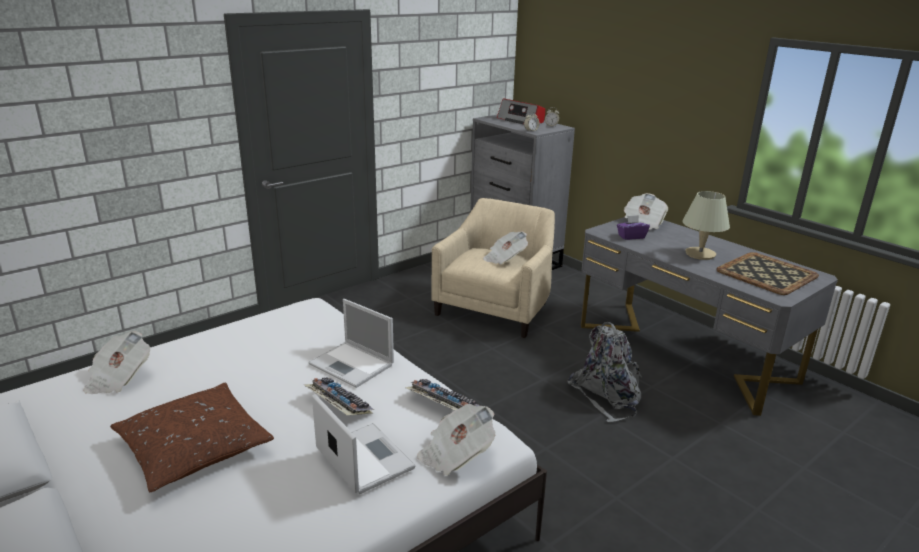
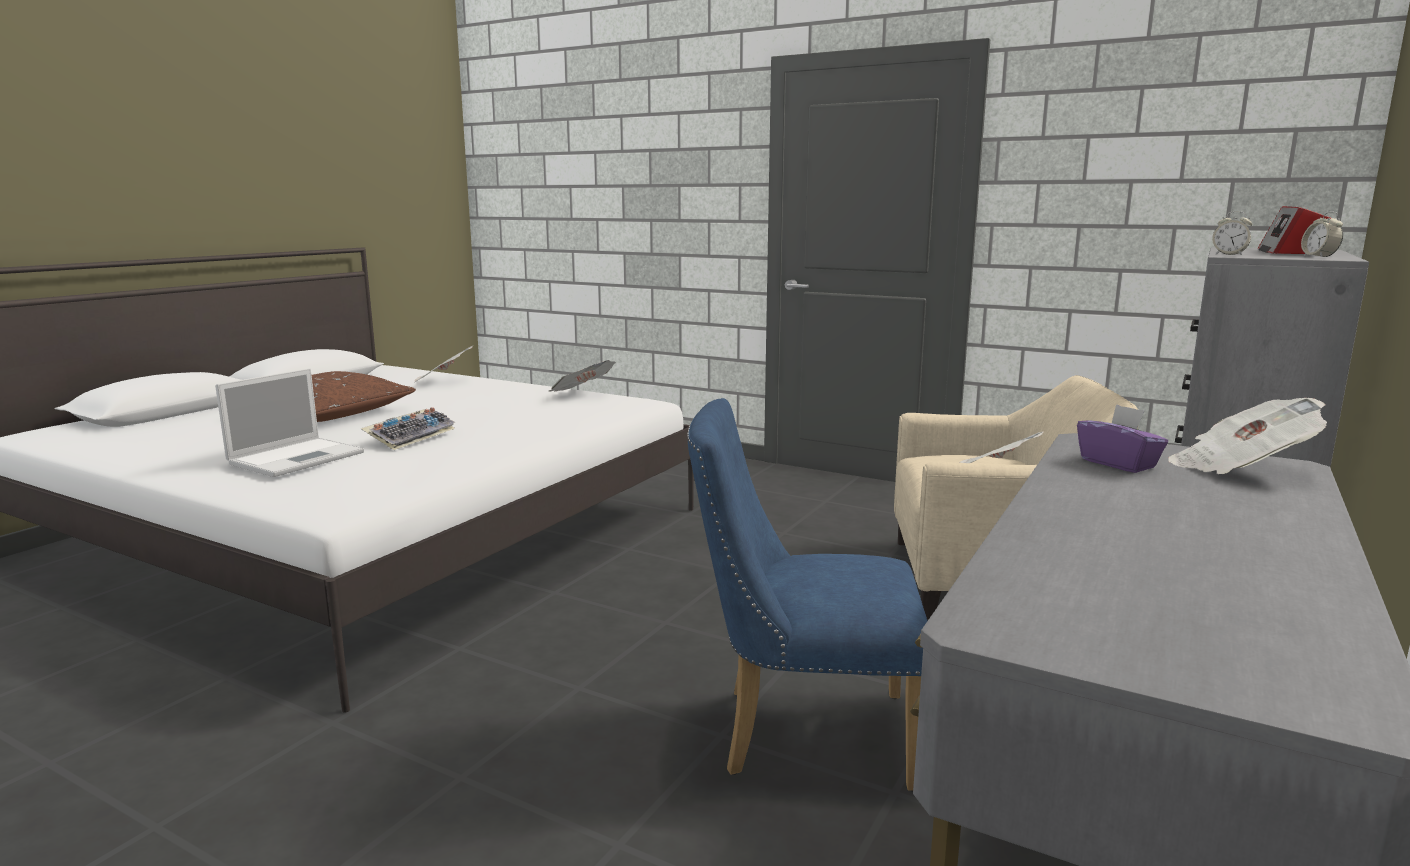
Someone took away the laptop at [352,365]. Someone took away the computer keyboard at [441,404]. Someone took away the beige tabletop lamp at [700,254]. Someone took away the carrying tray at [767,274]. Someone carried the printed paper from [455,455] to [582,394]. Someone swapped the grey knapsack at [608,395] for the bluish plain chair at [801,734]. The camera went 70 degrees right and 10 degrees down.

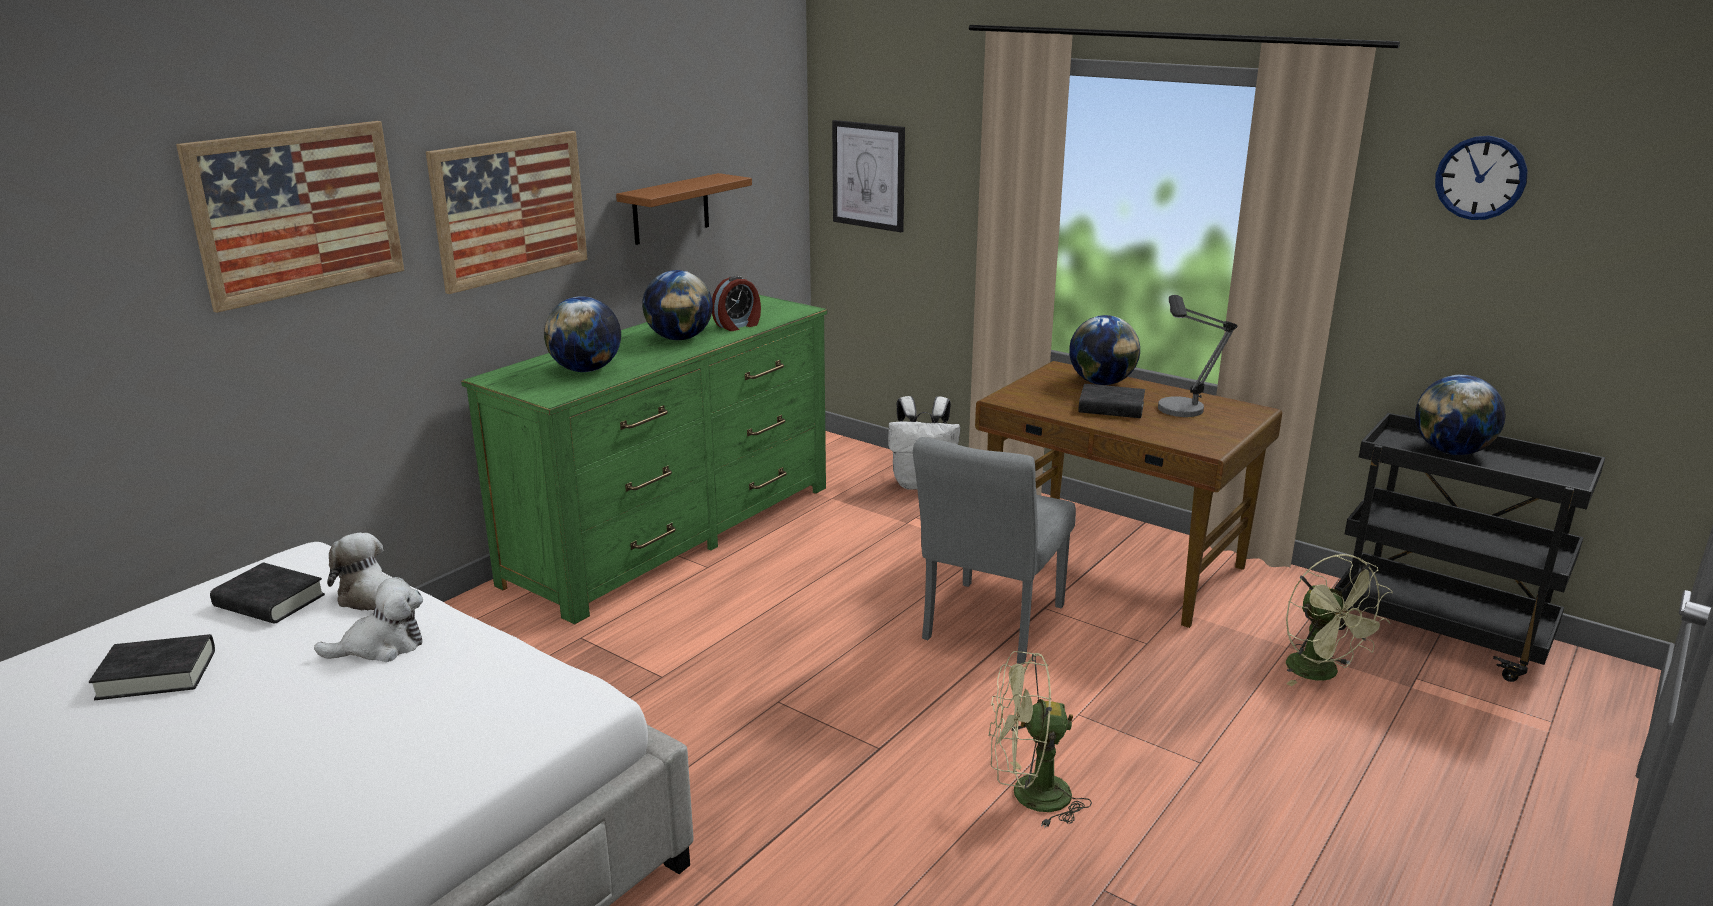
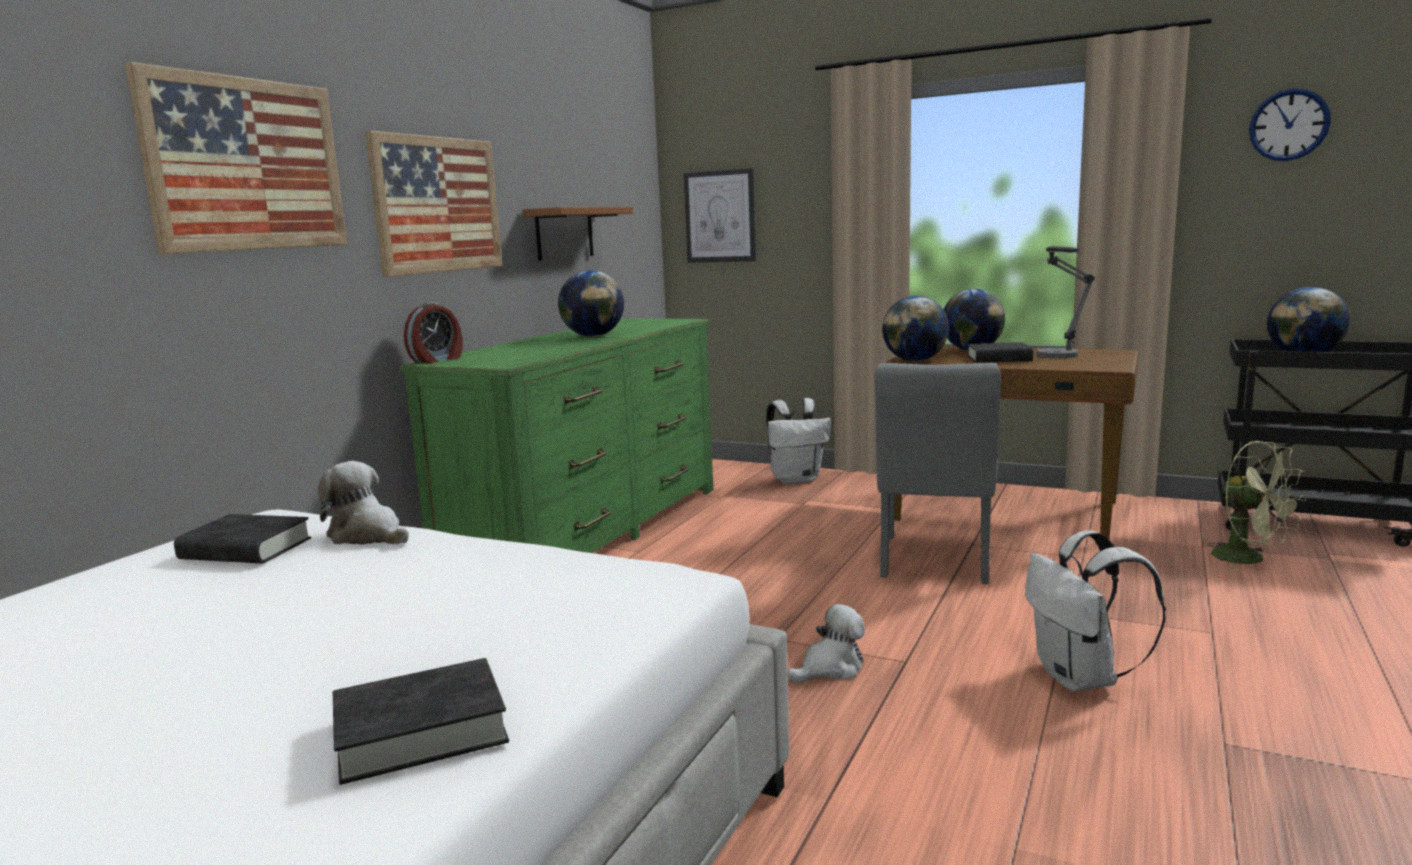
Someone carried the black book from [157,674] to [420,731]. Someone carried the soft toy from [381,646] to [830,668]. Someone carried the desk globe from [586,370] to [915,361]. Someone carried the table clock from [738,326] to [437,360]. Someone swapped the green-coloured cooling fan at [1028,796] for the white-coloured knapsack at [1081,679]. The camera went 10 degrees left and 10 degrees down.

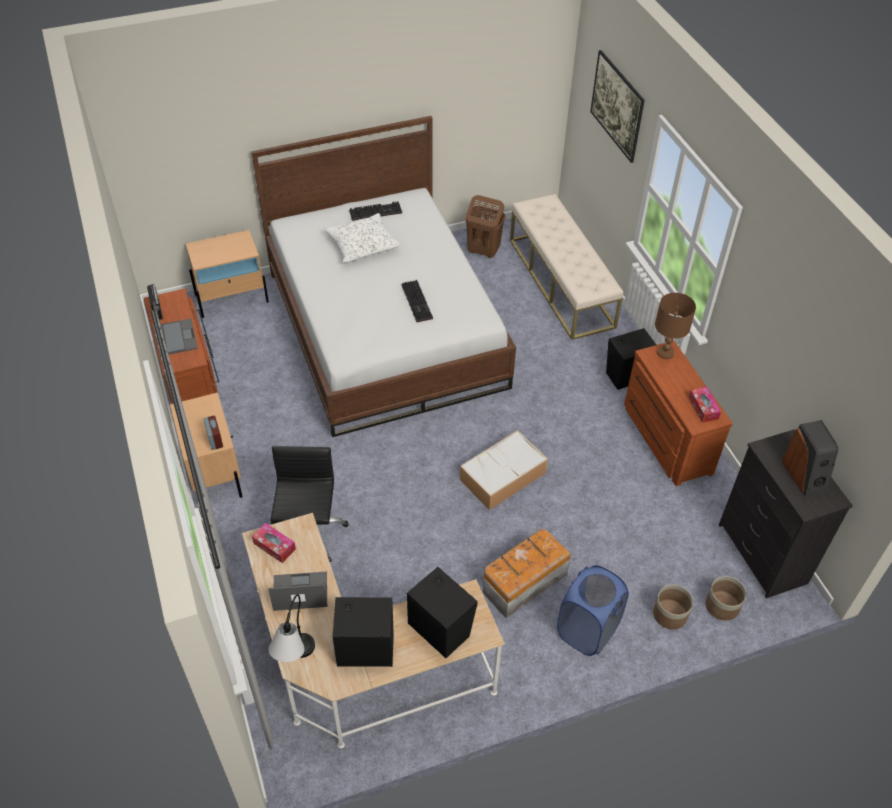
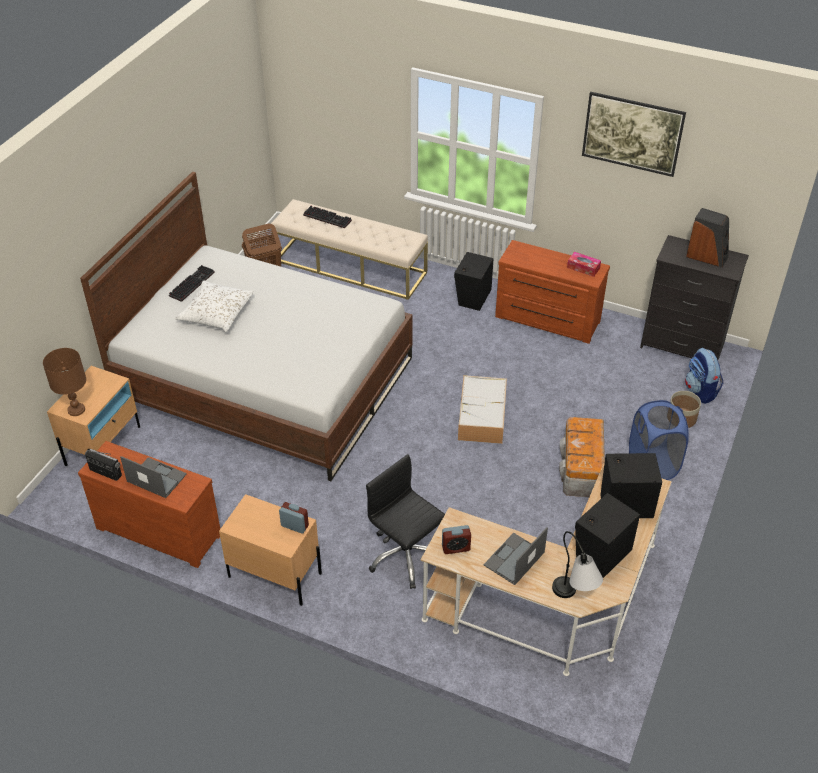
Someone carried the computer keyboard from [418,302] to [328,218]. Someone carried the wall art from [614,121] to [630,149]. Someone carried the brown-coloured tabletop lamp from [665,353] to [76,410]. Someone swapped the box of tissues at [274,546] for the table clock at [456,548]. Someone swapped the plant pot at [722,606] for the knapsack at [700,391]. The camera went 45 degrees left and 5 degrees down.

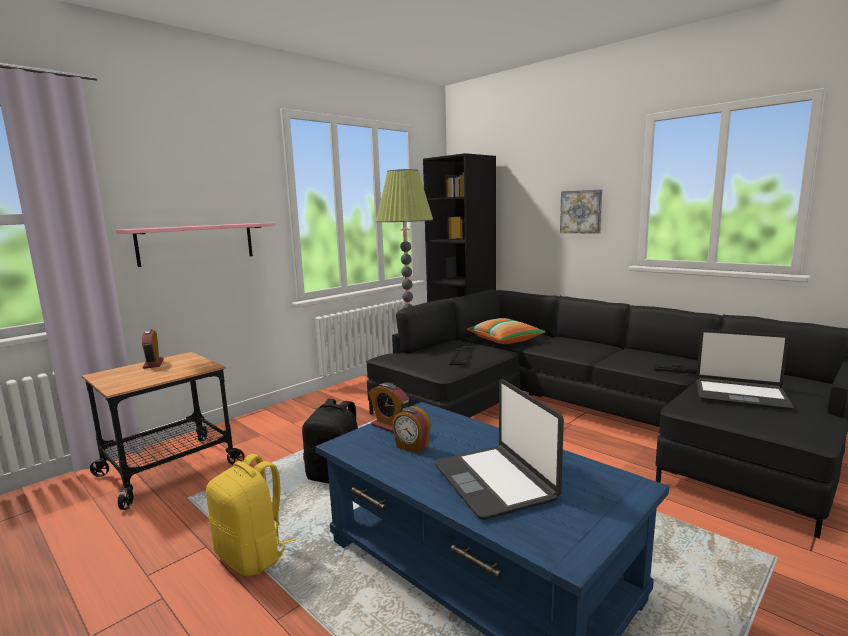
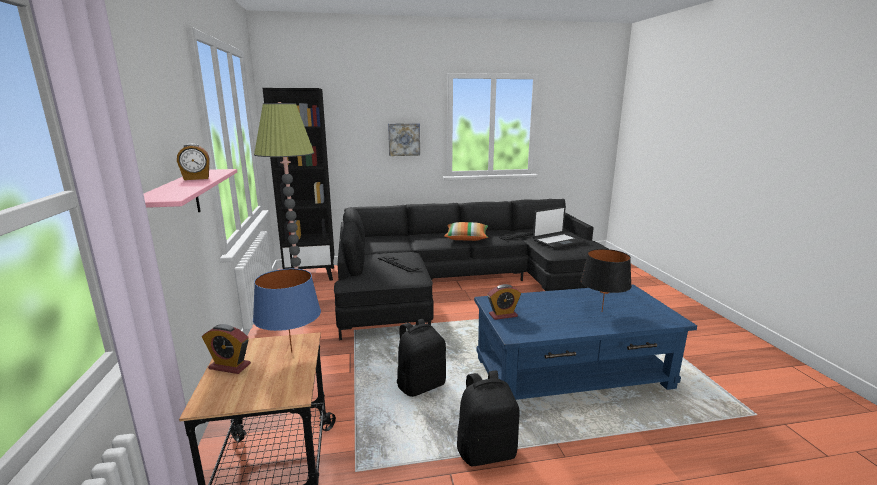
Someone put down the bluish tabletop lamp at [291,352]. Someone carried the table clock from [412,447] to [196,178]. Someone carried the cushion from [505,340] to [466,238]. Someone swapped the laptop at [495,481] for the black tabletop lamp at [602,311]. Someone repainted the yellow knapsack at [252,556], which became the black knapsack at [486,451]. The camera went 55 degrees left and 5 degrees up.

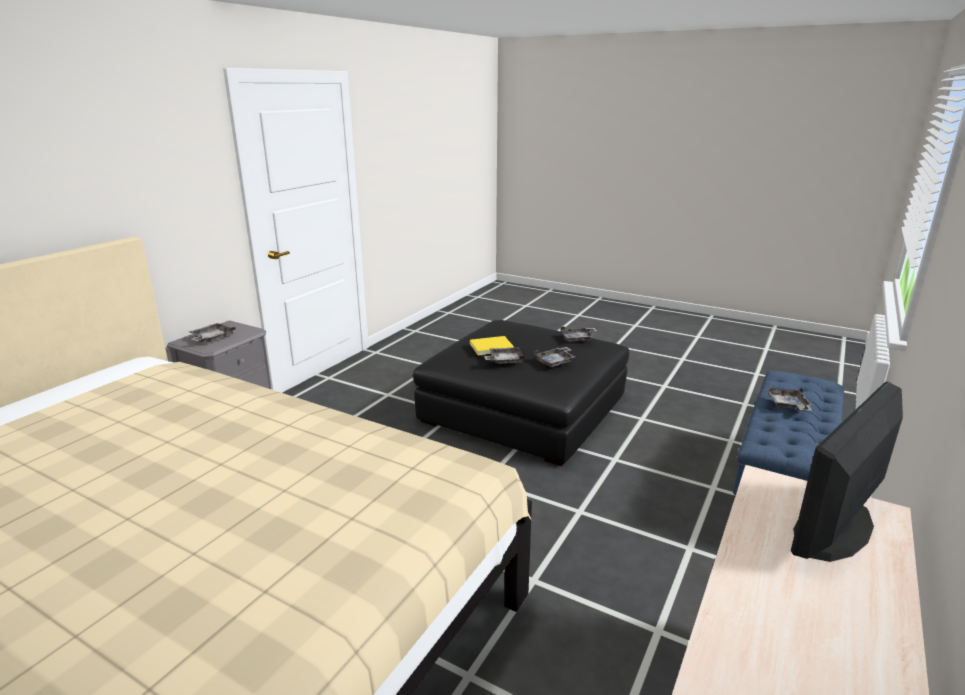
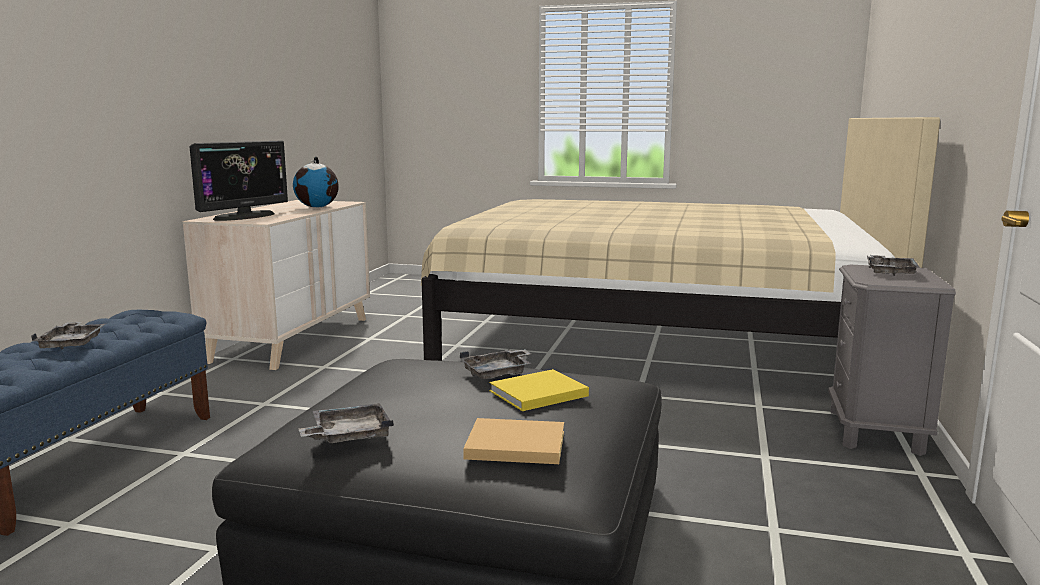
Someone took away the grey carrying tray at [555,362]. Someone put down the desk globe at [317,207]. Someone put down the beige book at [512,445]. The camera went 165 degrees right and 10 degrees down.

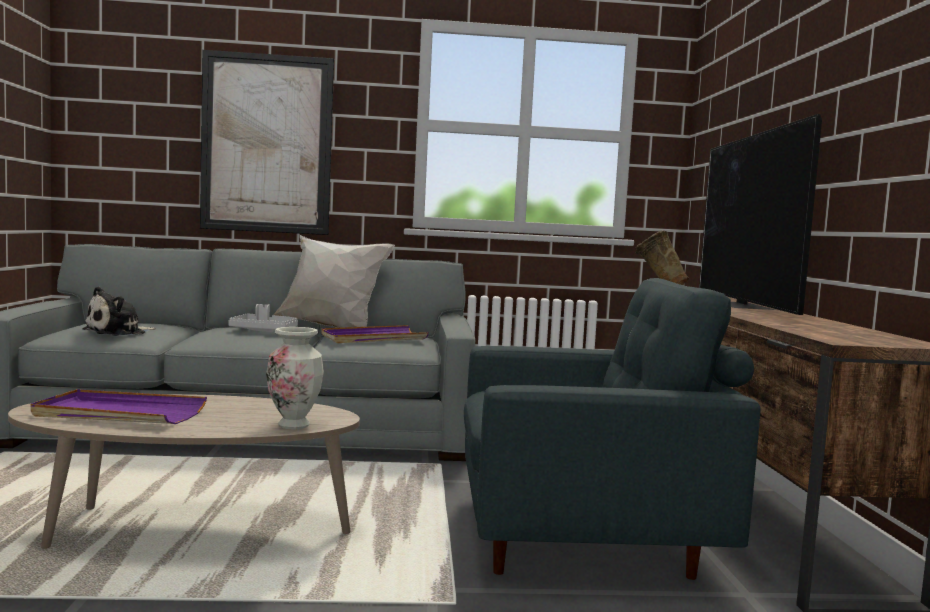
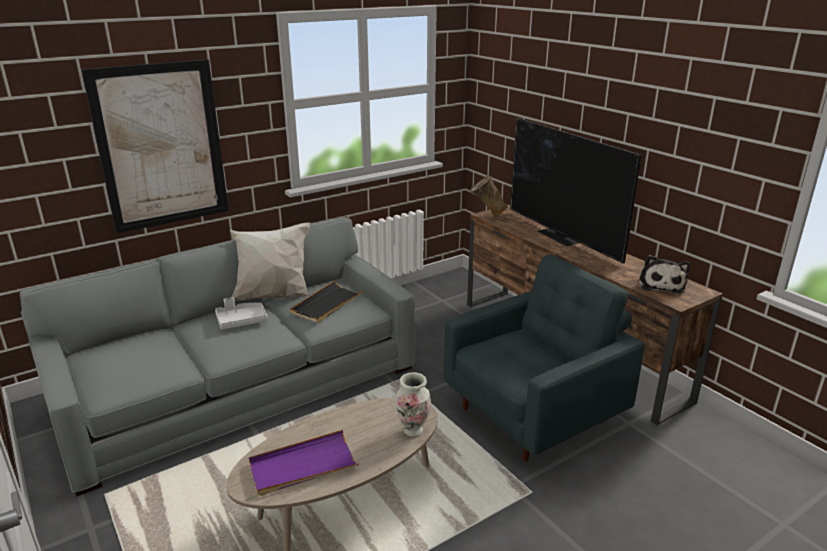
Someone carried the soft toy from [118,332] to [661,284]. Someone repainted the purplish carrying tray at [373,338], which became the black carrying tray at [327,304]. The camera went 30 degrees left and 20 degrees up.

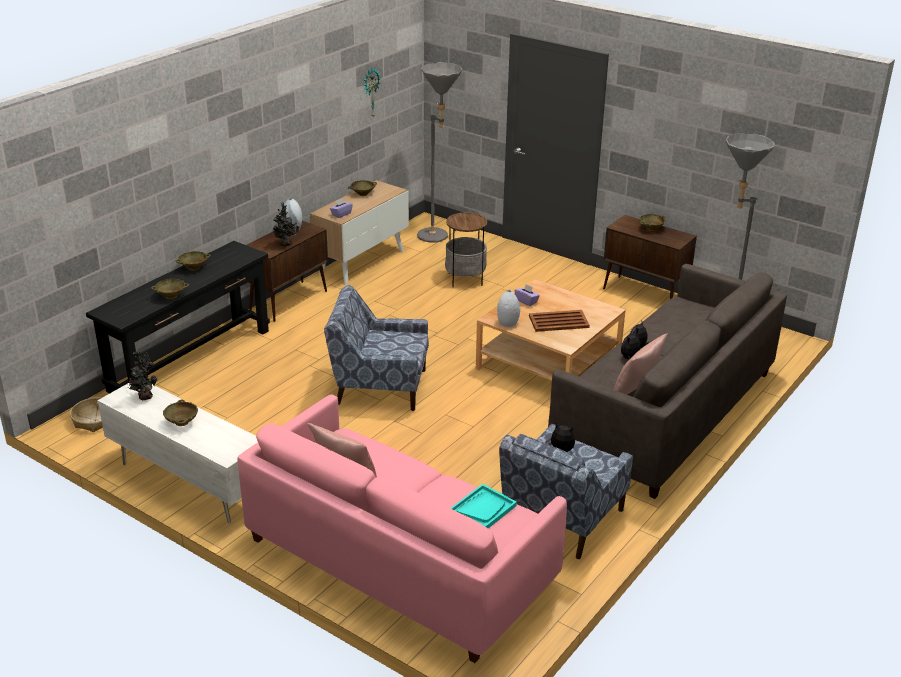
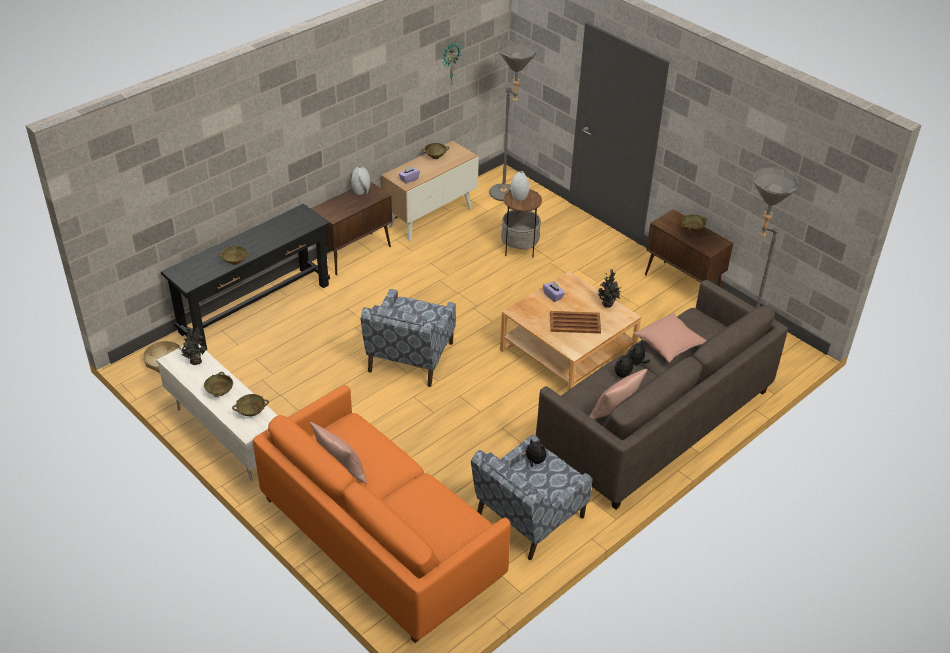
Someone took away the turquoise carrying tray at [482,510]. Someone put down the pinkish cushion at [669,344]. Someone carried the beige deep dish from [194,267] to [251,412]. Someone carried the houseplant from [286,244] to [608,305]. Someone carried the grey decorative vase from [507,323] to [519,197]. Someone repainted the pinkish settee at [399,560], which became the orangey settee at [380,537]. Someone rotated the bluish lounge chair at [379,387] by 90 degrees counterclockwise. The camera went 10 degrees right and 10 degrees up.

